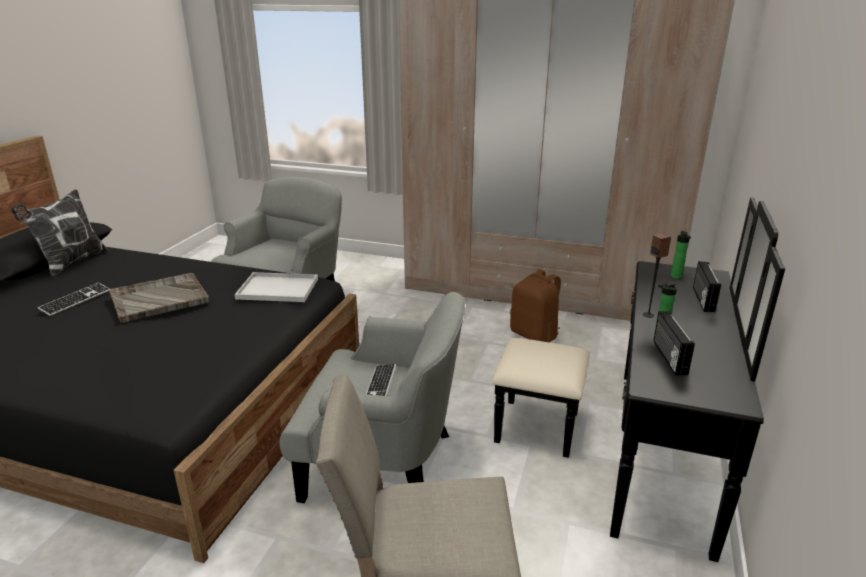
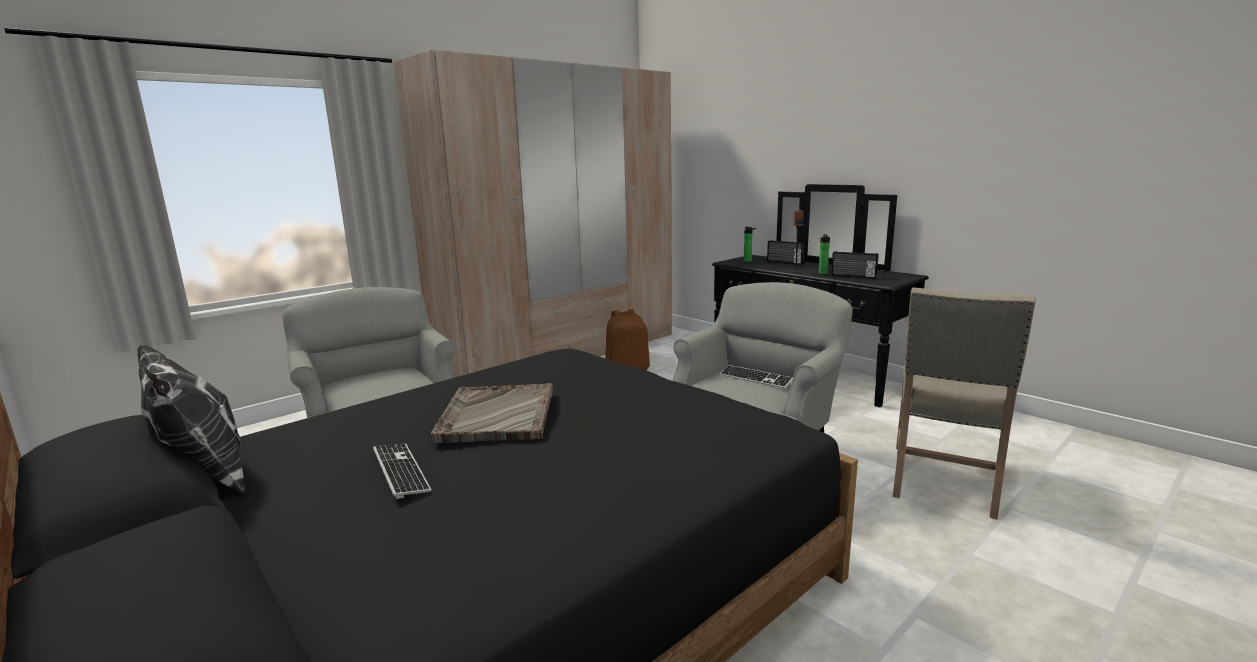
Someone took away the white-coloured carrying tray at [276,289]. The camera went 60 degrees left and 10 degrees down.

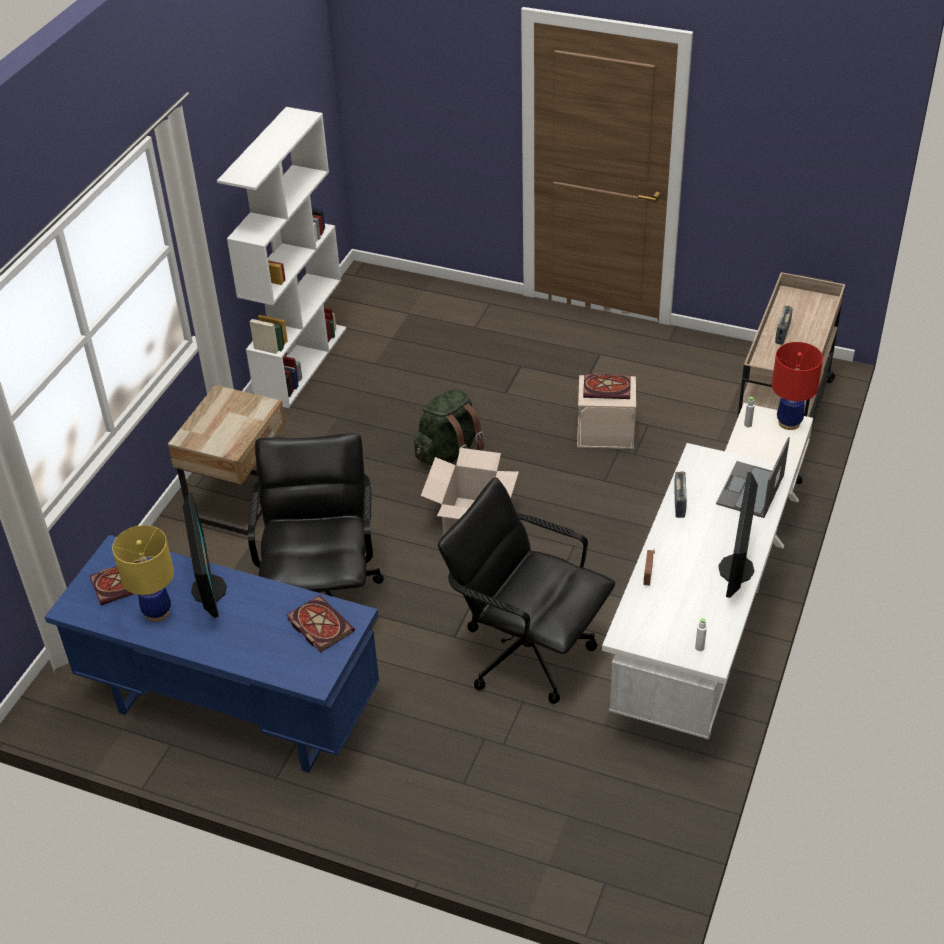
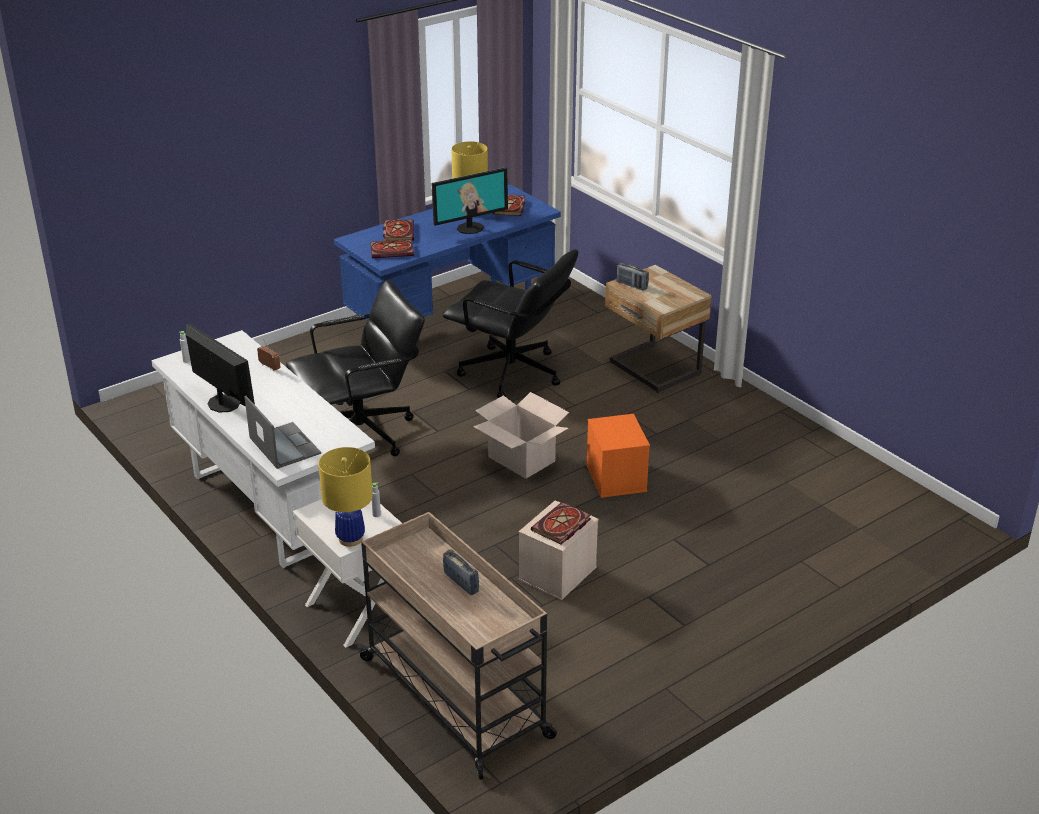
Someone took away the white-coloured bookcase at [301,362]. Someone put down the book at [398,232]. Someone carried the radio from [679,503] to [631,285]. Someone swapped the green-coloured knapsack at [449,453] for the orangey storage box at [615,477]. Someone repainted the red tabletop lamp at [789,422], which became the yellow tabletop lamp at [350,539]. Someone rotated the computer screen at [208,589] by 45 degrees counterclockwise. The camera went 120 degrees right and 10 degrees down.

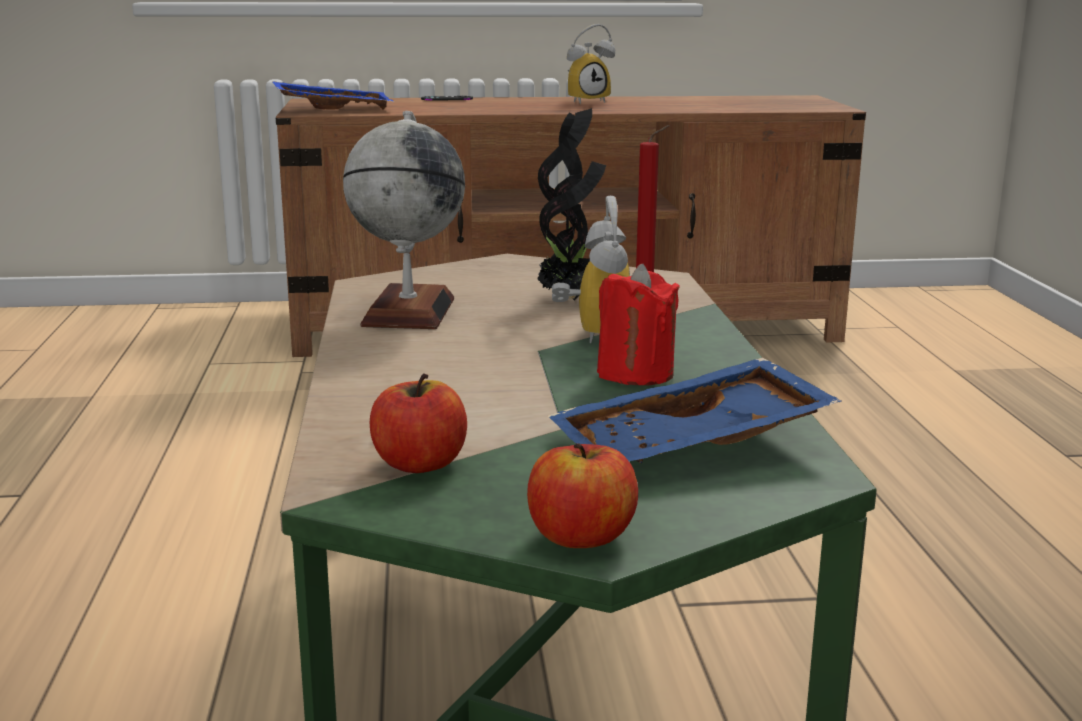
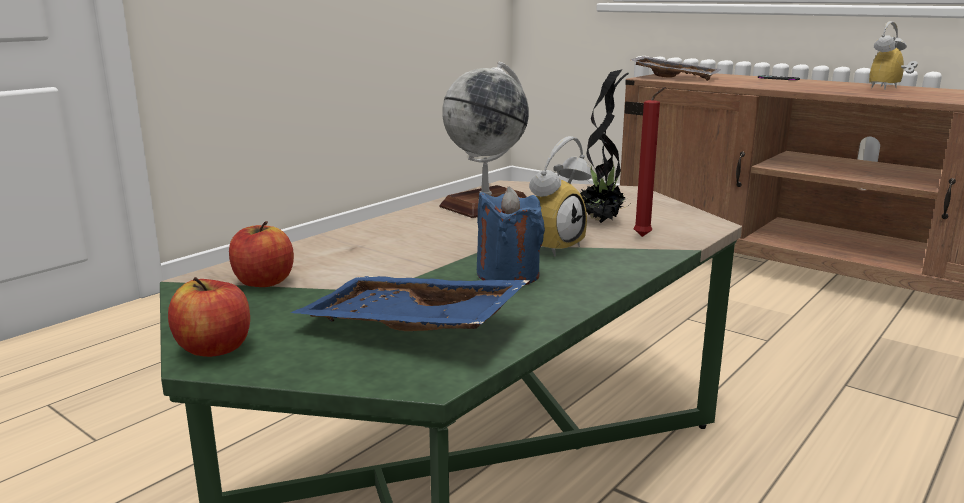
Someone repainted the bluish carrying tray at [333,109], which became the grey carrying tray at [675,77]. Someone repainted the red candle at [635,373], which became the bluish candle at [508,275]. Someone rotated the table clock at [587,101] by 120 degrees clockwise. The camera went 45 degrees right and 0 degrees up.

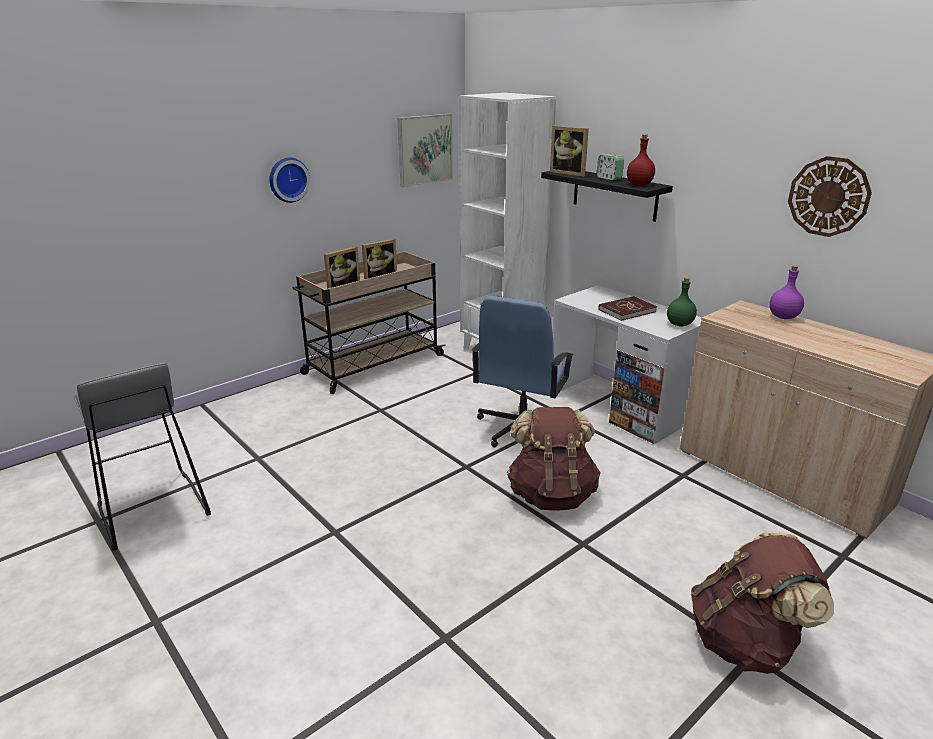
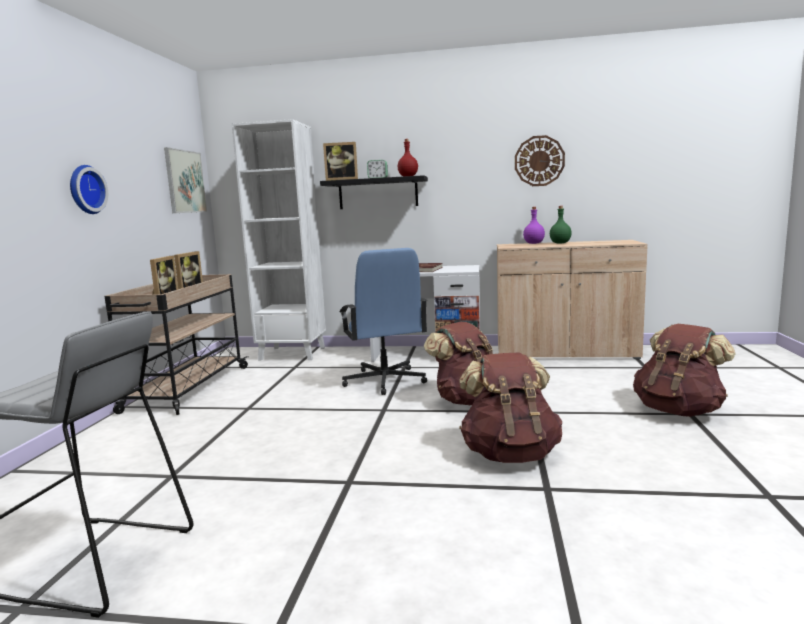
Someone put down the brown-coloured knapsack at [510,454]. Someone carried the green-coloured drink bottle from [680,324] to [560,243]. The camera went 40 degrees left and 15 degrees down.

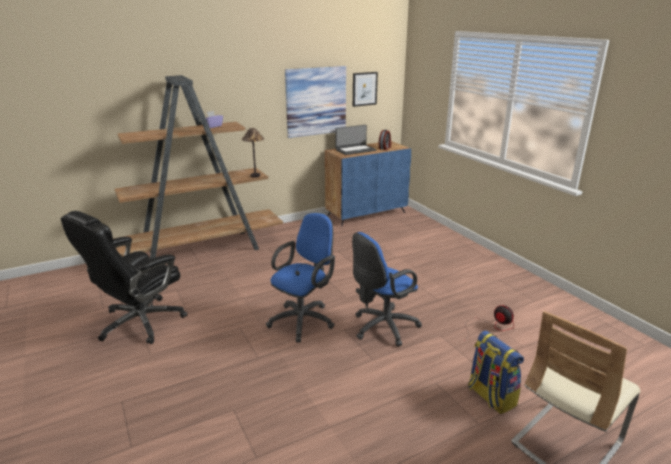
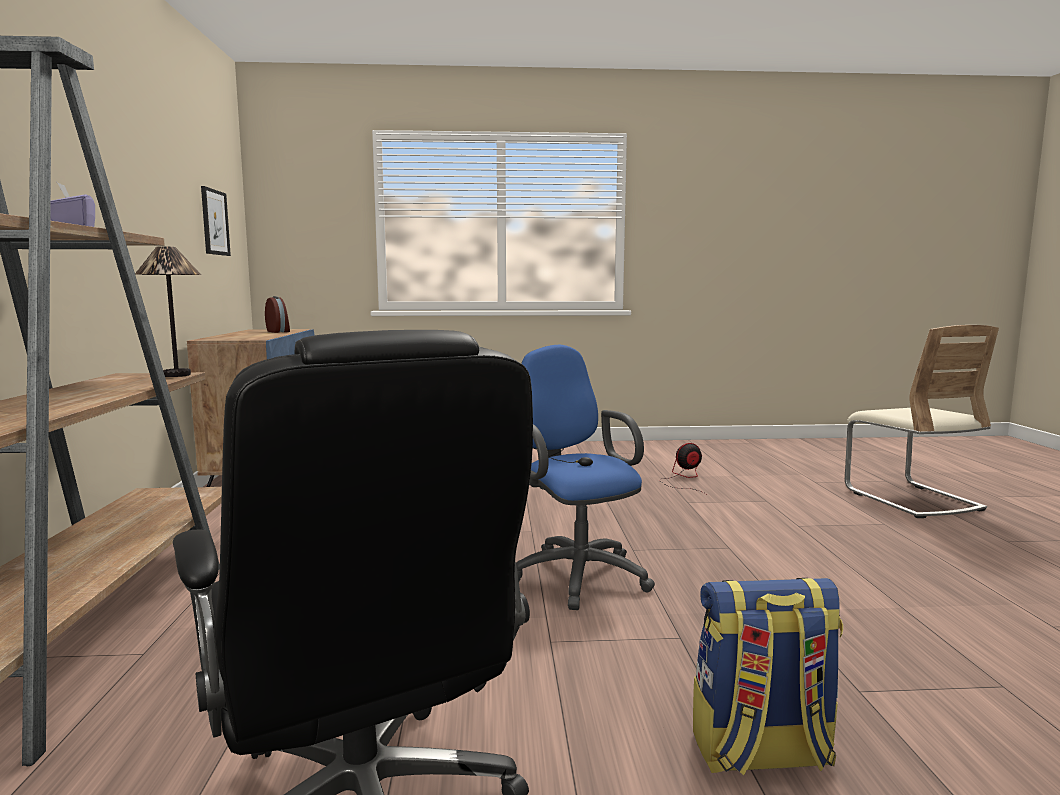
Someone took away the wall art at [316,101]. Someone took away the laptop at [355,150]. Someone took away the bluish office chair at [382,328]. Someone carried the knapsack from [490,396] to [760,754]. The camera went 65 degrees left and 15 degrees down.

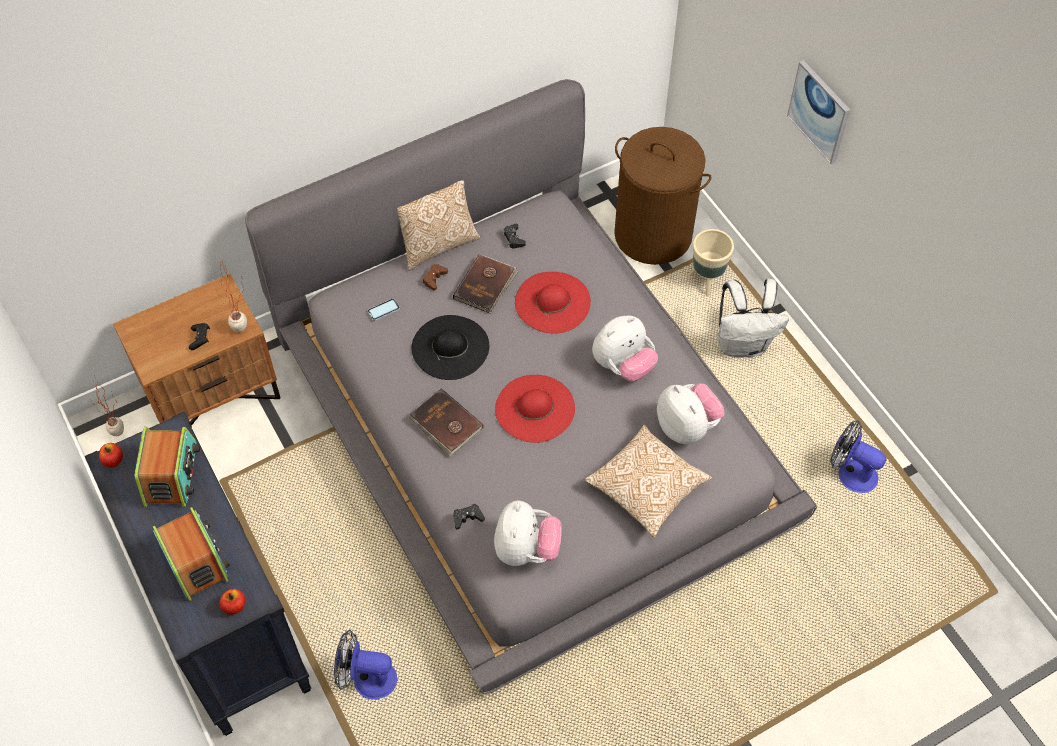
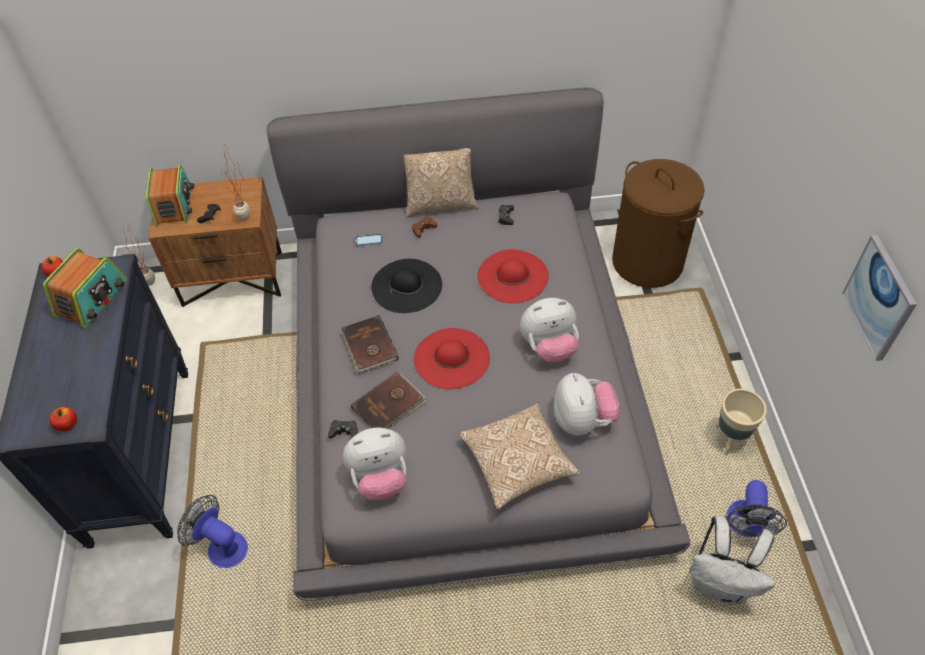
Someone carried the radio from [195,560] to [174,205]. Someone carried the brown-coloured book from [485,285] to [389,405]. Someone carried the beige plant pot from [707,281] to [730,440]. Someone carried the white-coloured knapsack from [743,344] to [720,584]. Someone carried the wall art from [819,111] to [879,297]. Someone rotated the soft toy at [526,549] by 45 degrees clockwise. Someone rotated the cooling fan at [850,472] by 135 degrees counterclockwise. The camera went 25 degrees right and 5 degrees down.

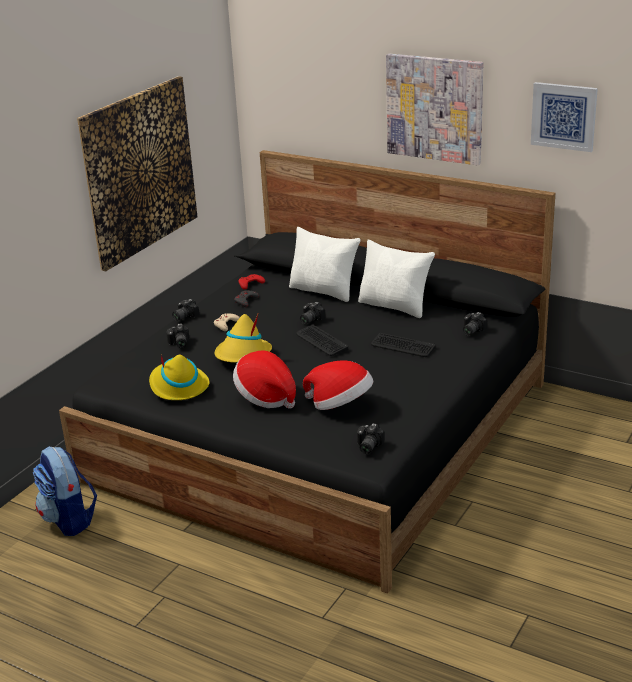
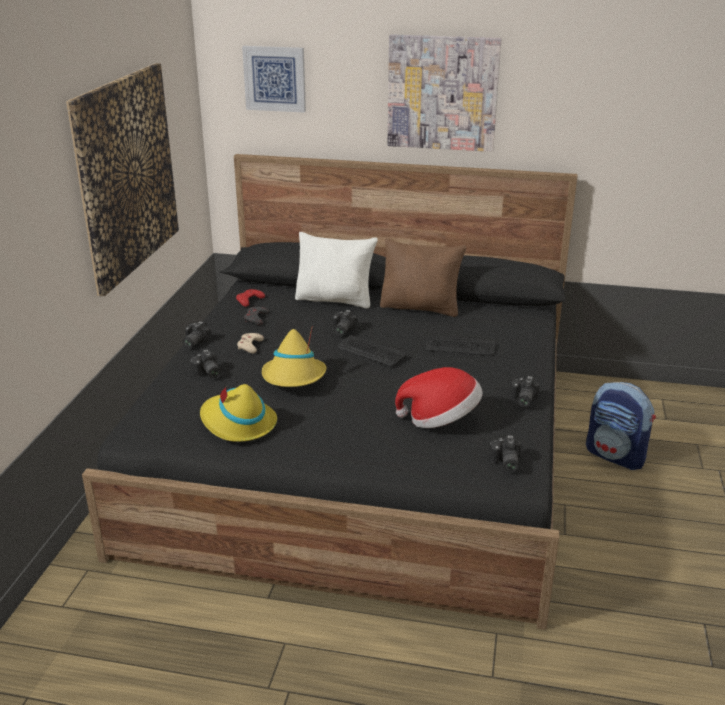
Someone took away the wearable hat at [266,397]. Someone carried the knapsack from [69,519] to [616,456]. Someone carried the photo camera from [471,331] to [522,400]. Someone carried the wall art from [564,116] to [275,78]. Someone repainted the white-coloured cushion at [395,306], which became the brown-coloured cushion at [421,307]. The camera went 20 degrees left and 0 degrees up.

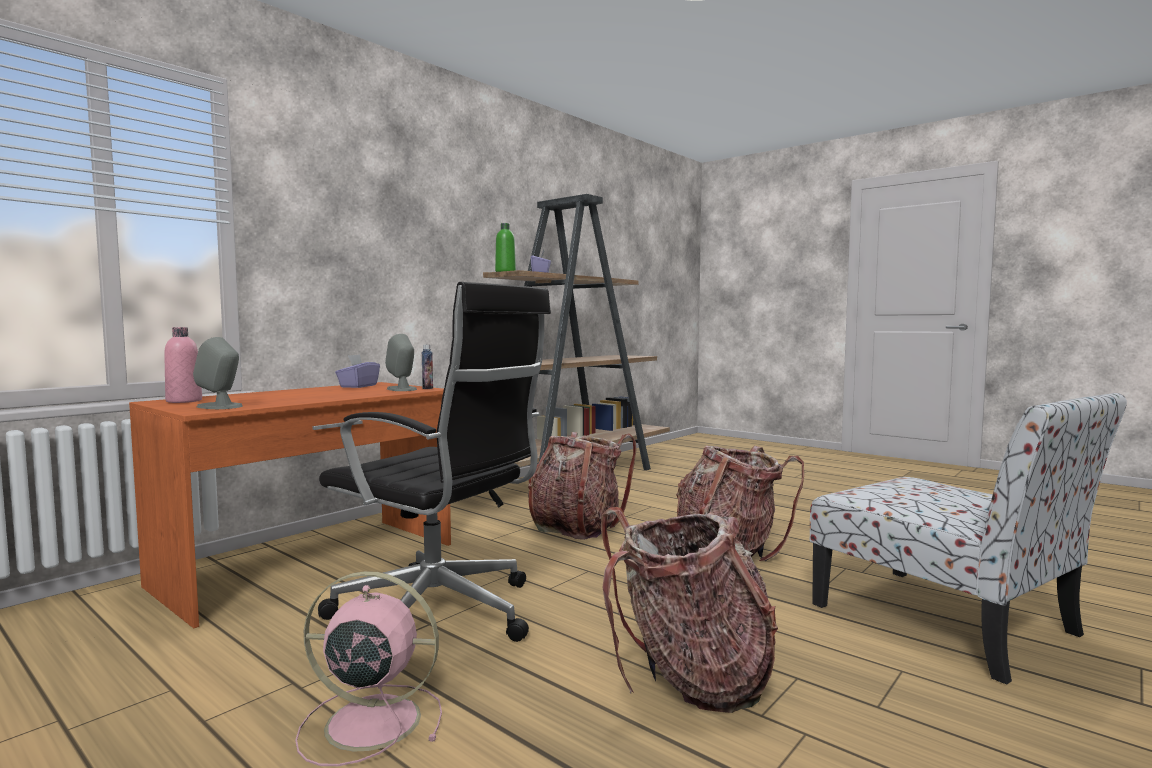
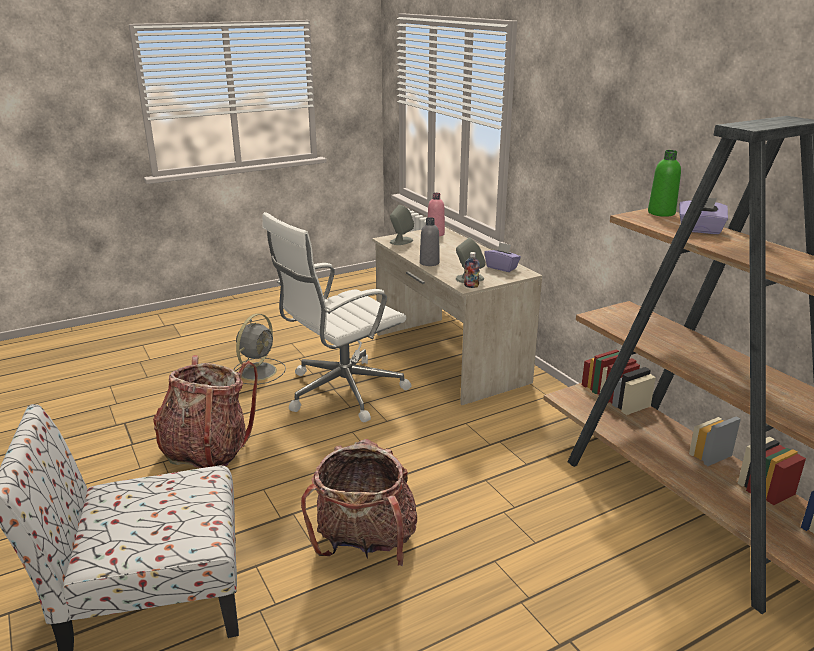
Someone took away the knapsack at [577,527]. Someone put down the grey drink bottle at [429,263]. Someone repainted the orangey desk unit at [310,564], which became the beige desk unit at [448,357]. Someone repainted the pinkish cooling fan at [369,722], which became the grey cooling fan at [259,371]. Someone repainted the black office chair at [440,616], which became the white-coloured office chair at [341,392]. The camera went 110 degrees right and 20 degrees up.

